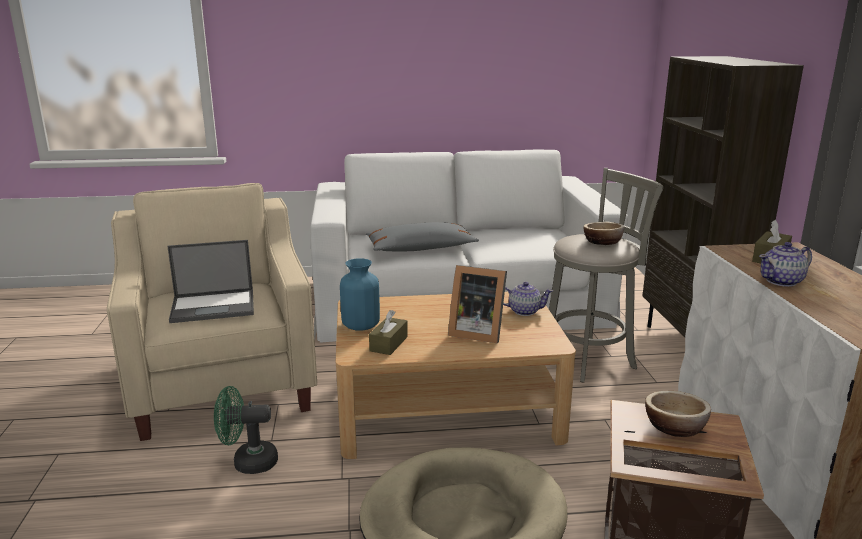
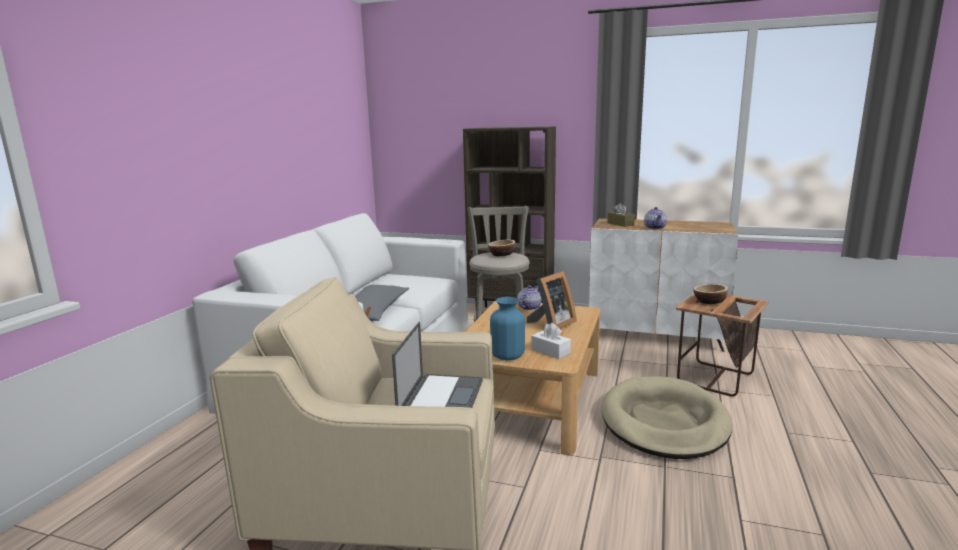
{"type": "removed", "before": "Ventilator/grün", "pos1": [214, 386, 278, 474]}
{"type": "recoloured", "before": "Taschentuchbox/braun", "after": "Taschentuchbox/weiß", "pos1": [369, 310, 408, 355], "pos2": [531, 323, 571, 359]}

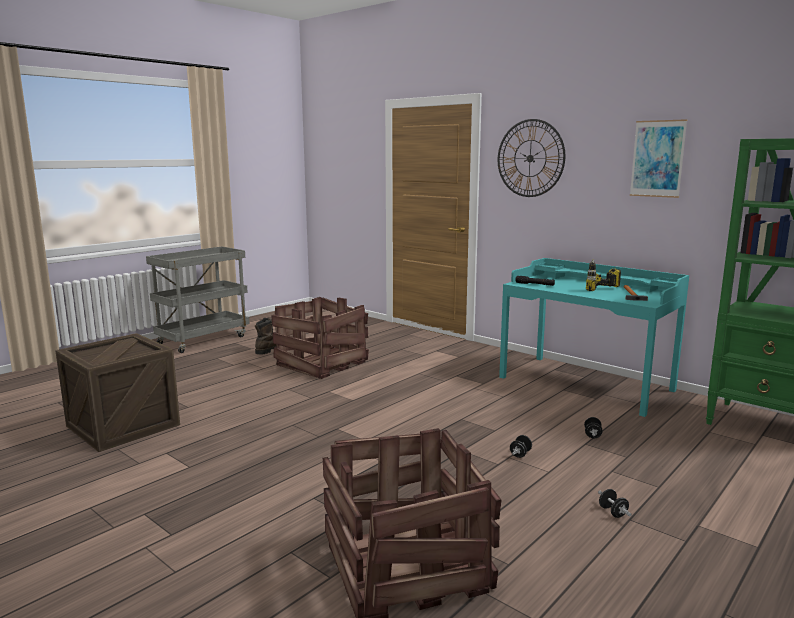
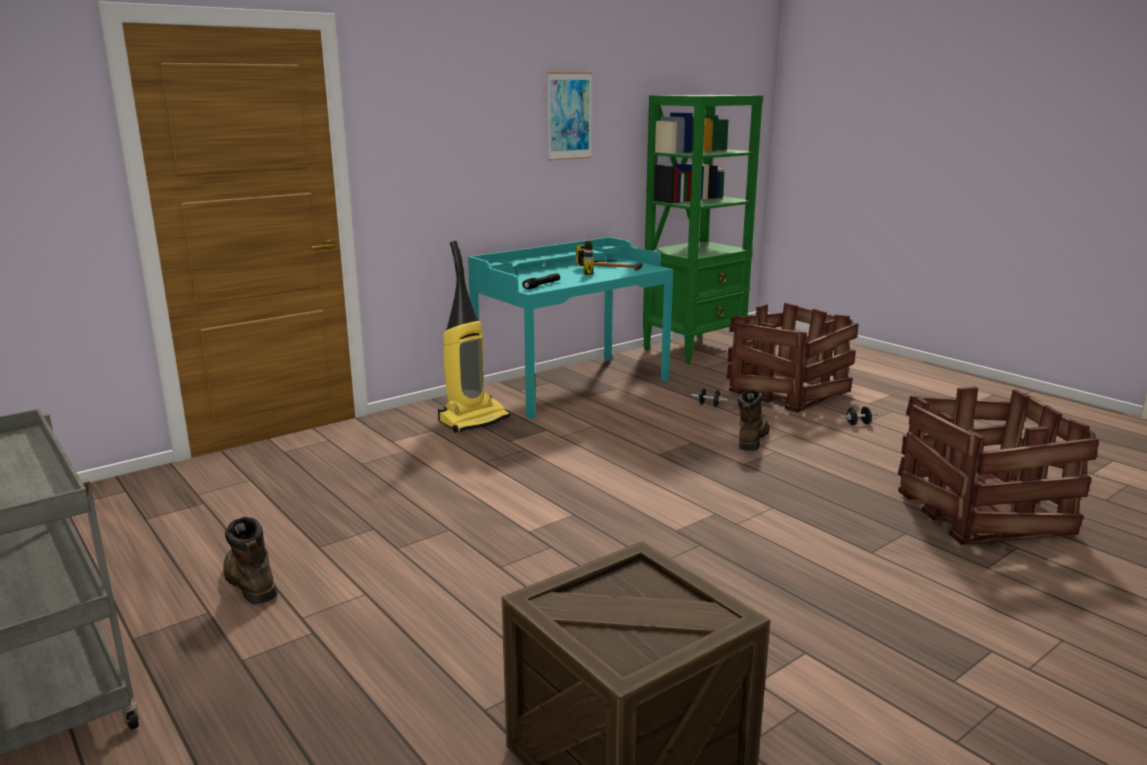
{"type": "moved", "before": "Kiste", "pos1": [271, 297, 369, 379], "pos2": [726, 303, 859, 413]}
{"type": "removed", "before": "Wanduhr", "pos1": [498, 119, 565, 197]}
{"type": "replaced", "before": "Hantel/schwarz", "after": "Stiefel/braun", "pos1": [510, 435, 532, 458], "pos2": [738, 390, 770, 451]}
{"type": "added", "after": "Staubsauger", "pos2": [438, 241, 511, 433]}

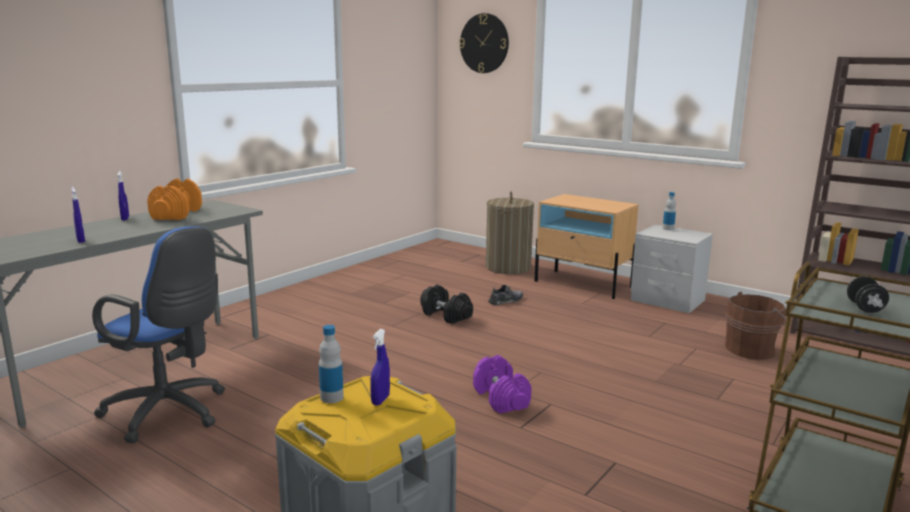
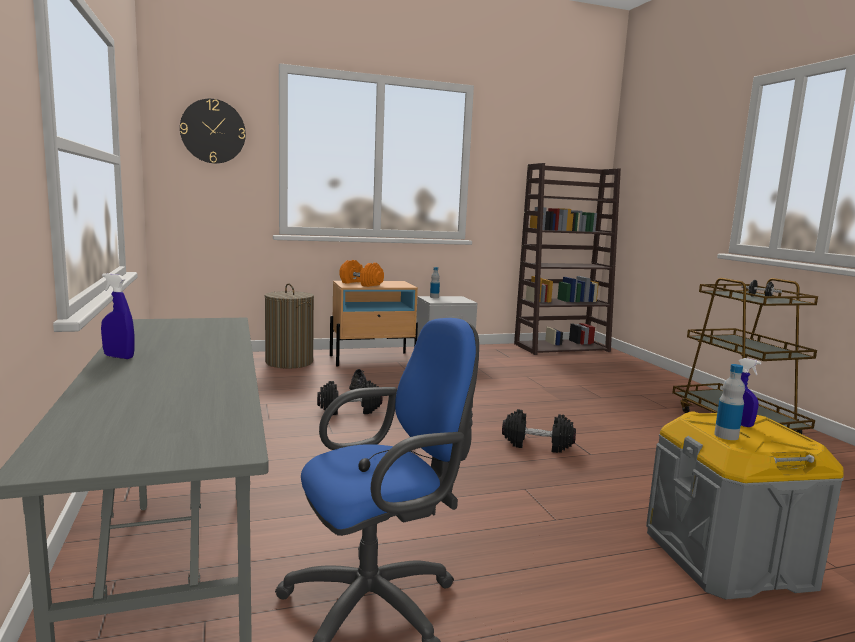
{"type": "removed", "before": "Sprühflasche/blau", "pos1": [71, 187, 85, 243]}
{"type": "moved", "before": "Hantel/orange", "pos1": [147, 178, 202, 220], "pos2": [340, 260, 384, 287]}
{"type": "recoloured", "before": "Hantel/lila", "after": "Hantel/schwarz", "pos1": [473, 355, 531, 413], "pos2": [502, 409, 576, 453]}
{"type": "removed", "before": "Eimer/braun", "pos1": [725, 292, 786, 360]}

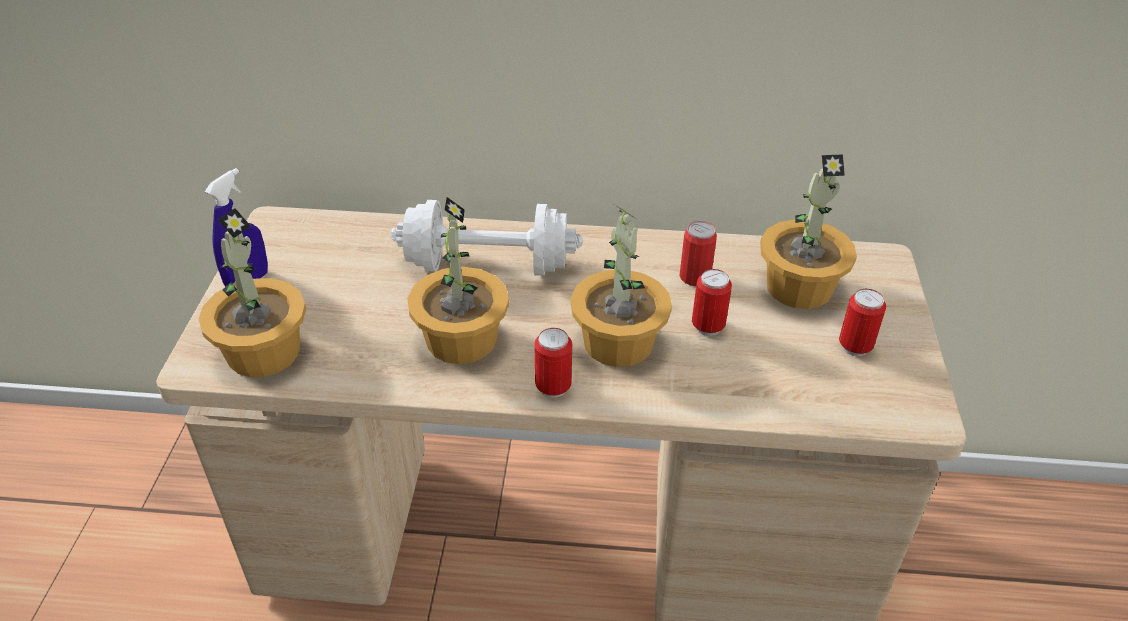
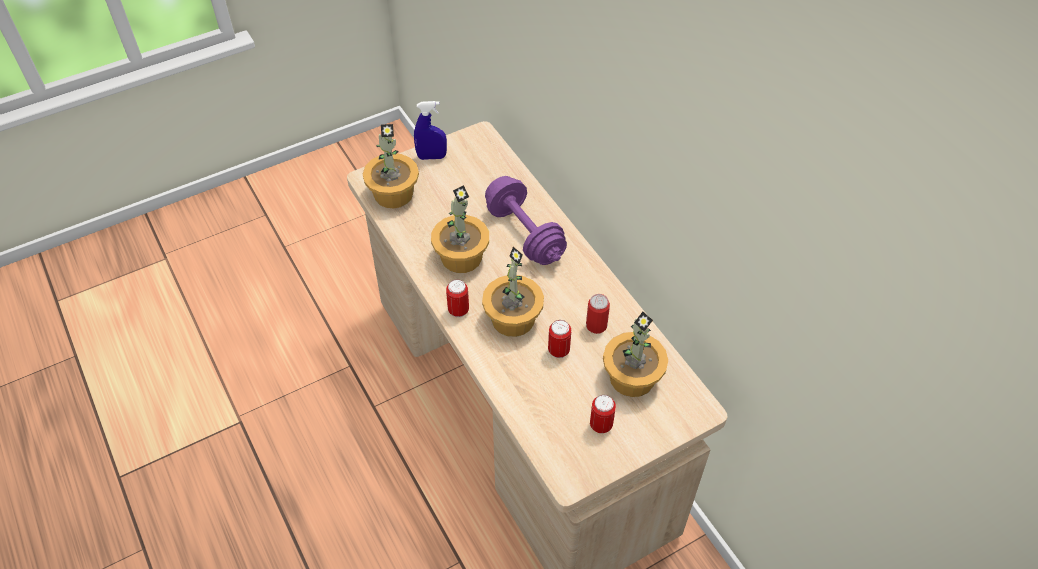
{"type": "recoloured", "before": "Hantel/weiß", "after": "Hantel/lila", "pos1": [391, 200, 583, 276], "pos2": [485, 176, 567, 265]}

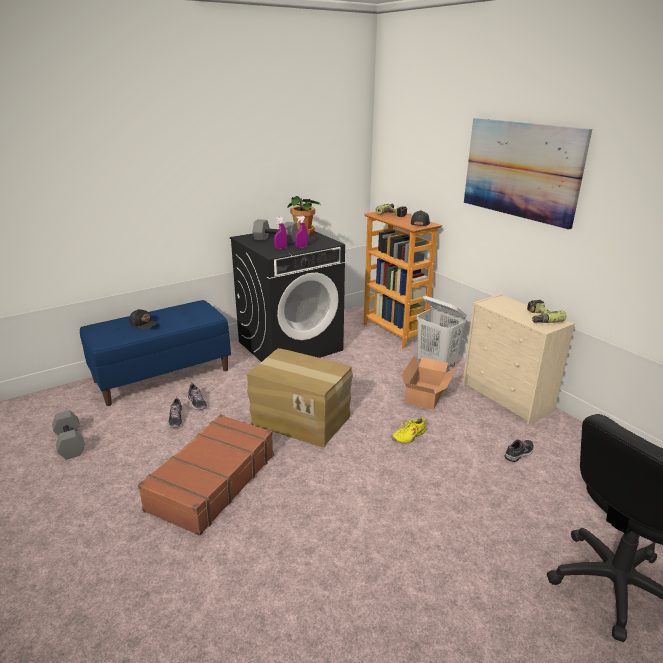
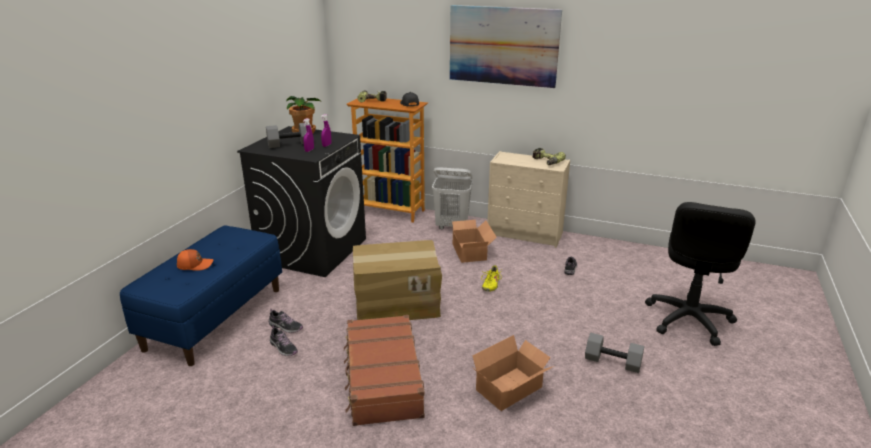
{"type": "moved", "before": "Hantel/grau", "pos1": [52, 410, 85, 459], "pos2": [585, 333, 644, 373]}
{"type": "recoloured", "before": "Kappe/schwarz", "after": "Kappe/orange", "pos1": [130, 309, 159, 330], "pos2": [177, 249, 214, 271]}
{"type": "added", "after": "Karton", "pos2": [472, 335, 554, 411]}

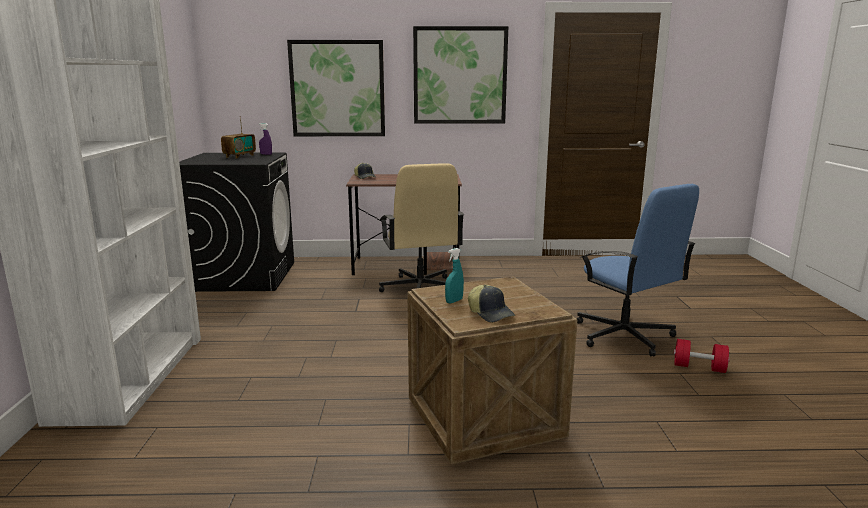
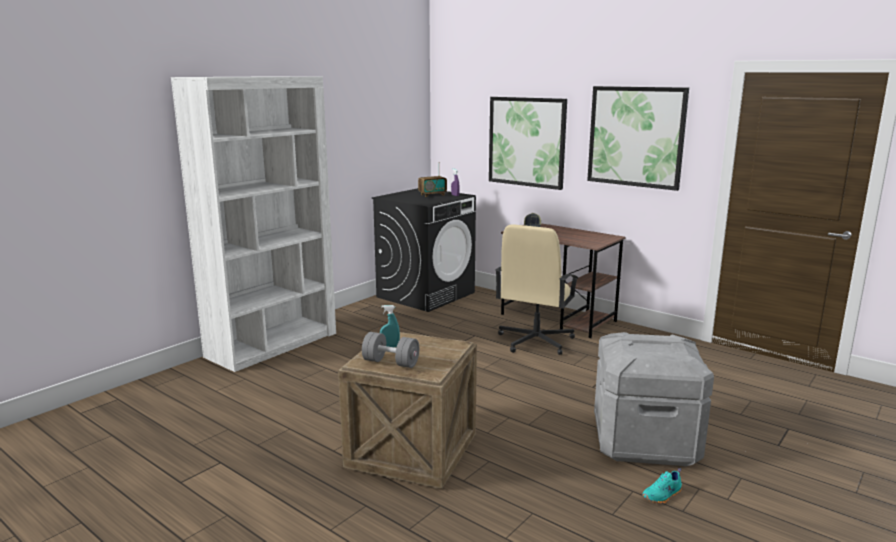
{"type": "replaced", "before": "Kappe", "after": "Hantel/grau", "pos1": [468, 285, 515, 322], "pos2": [362, 332, 419, 368]}
{"type": "replaced", "before": "Bürostuhl/blau", "after": "Aufbewahrungsbox/grau", "pos1": [576, 184, 699, 357], "pos2": [594, 332, 714, 467]}
{"type": "replaced", "before": "Hantel/rot", "after": "Schuh/türkis", "pos1": [674, 339, 730, 373], "pos2": [642, 468, 682, 504]}

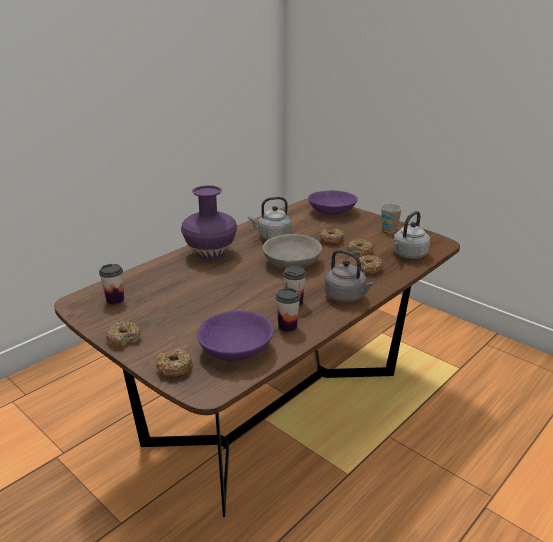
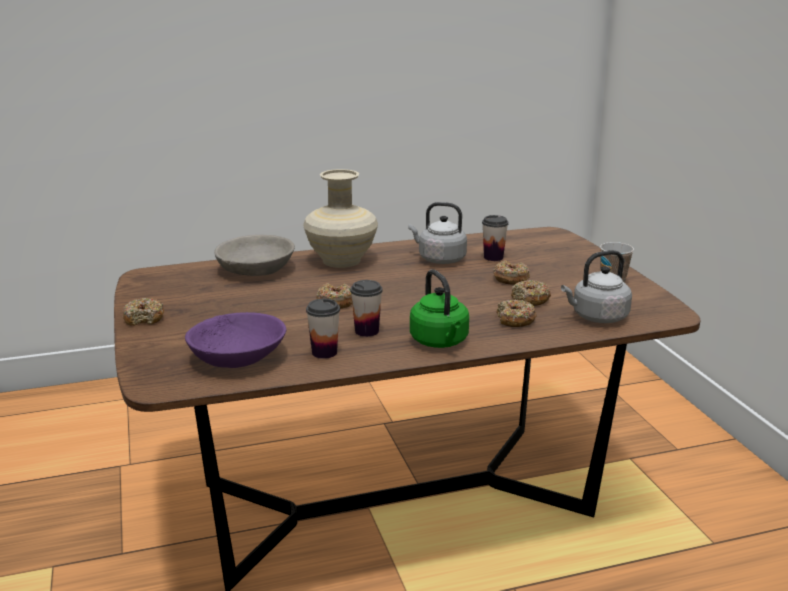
{"type": "moved", "before": "Tasse", "pos1": [99, 264, 124, 304], "pos2": [482, 215, 508, 261]}
{"type": "moved", "before": "Donut", "pos1": [156, 349, 193, 378], "pos2": [317, 283, 352, 309]}
{"type": "recoloured", "before": "Vase/lila", "after": "Vase/beige", "pos1": [181, 185, 237, 260], "pos2": [303, 169, 378, 268]}
{"type": "moved", "before": "Schüssel/grau", "pos1": [262, 234, 322, 269], "pos2": [214, 235, 295, 276]}
{"type": "removed", "before": "Schüssel/lila", "pos1": [308, 190, 358, 215]}
{"type": "recoloured", "before": "Wasserkessel/grau", "after": "Wasserkessel/grün", "pos1": [325, 250, 375, 302], "pos2": [410, 269, 469, 348]}

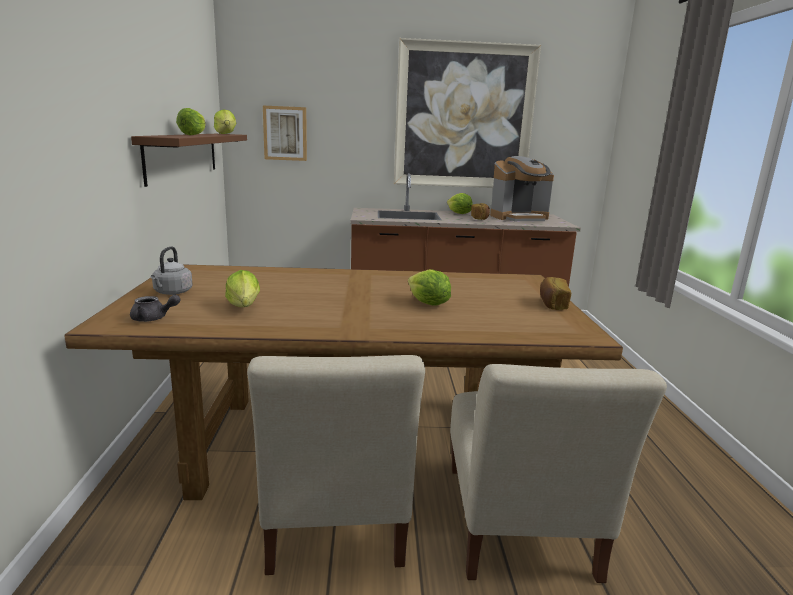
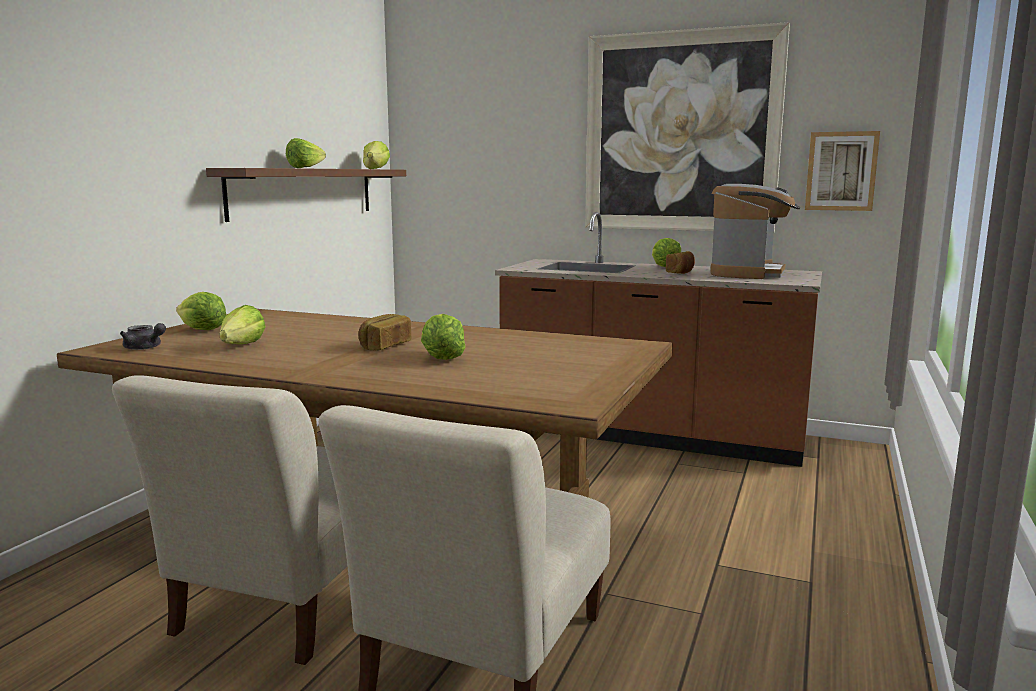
{"type": "replaced", "before": "Wasserkessel/grau", "after": "Salatkopf", "pos1": [151, 246, 192, 295], "pos2": [176, 292, 227, 330]}
{"type": "moved", "before": "Bild", "pos1": [263, 106, 307, 161], "pos2": [805, 131, 880, 211]}
{"type": "turned", "before": "Kaffeemaschine", "pos1": [490, 156, 554, 221], "pos2": [711, 184, 800, 279], "turn": -75}
{"type": "moved", "before": "Brot", "pos1": [540, 277, 571, 310], "pos2": [358, 314, 411, 350]}

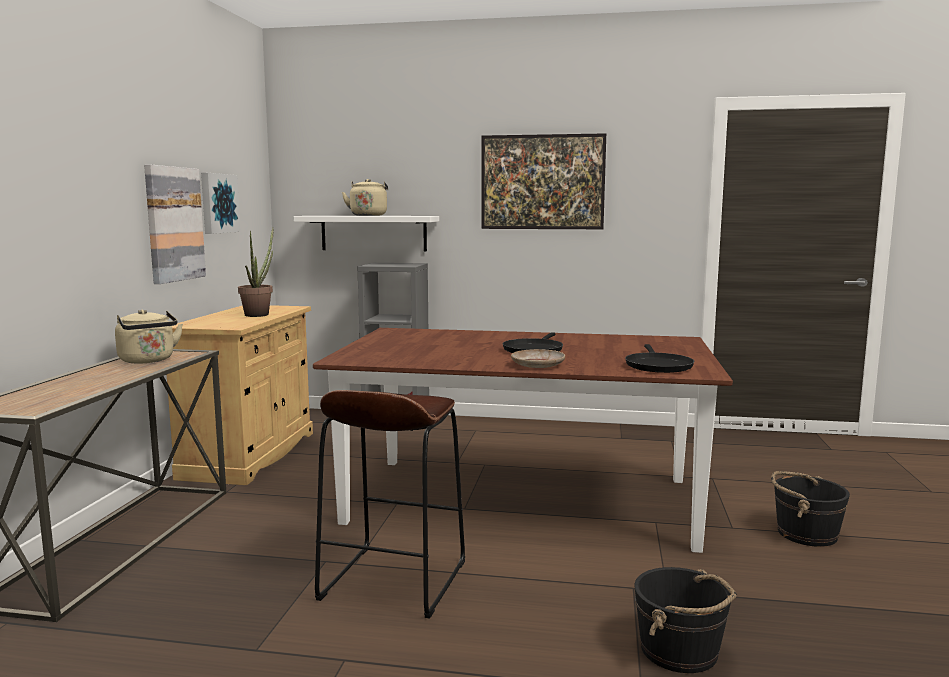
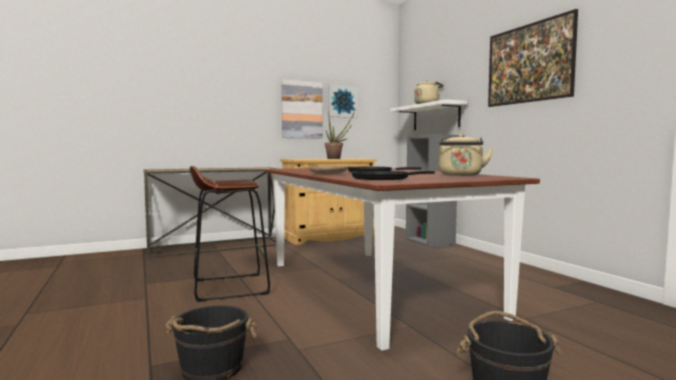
{"type": "moved", "before": "Wasserkessel/beige", "pos1": [115, 309, 183, 363], "pos2": [439, 134, 493, 176]}

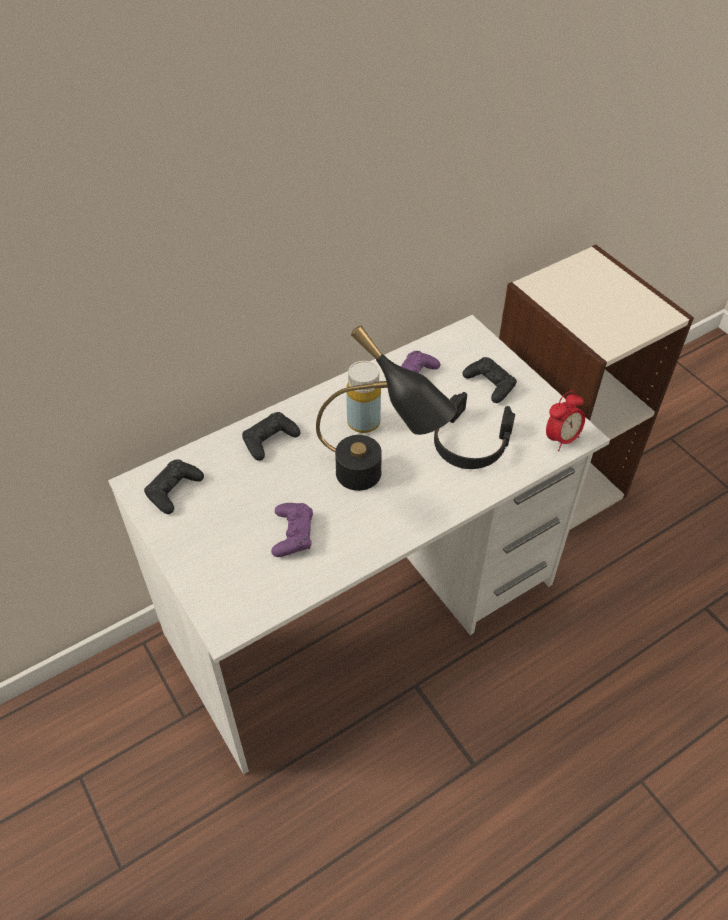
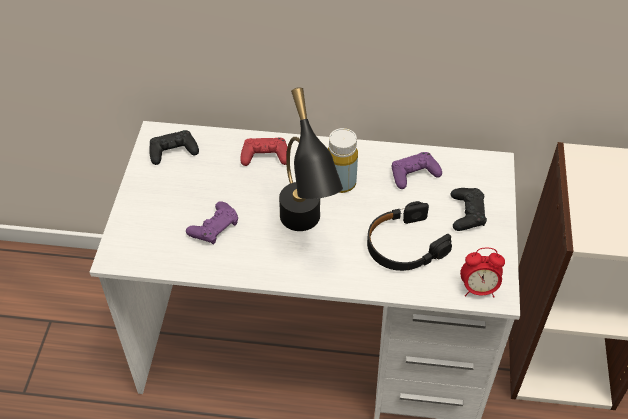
{"type": "recoloured", "before": "Gamepad/schwarz", "after": "Gamepad/rot", "pos1": [242, 412, 300, 461], "pos2": [240, 138, 287, 166]}

